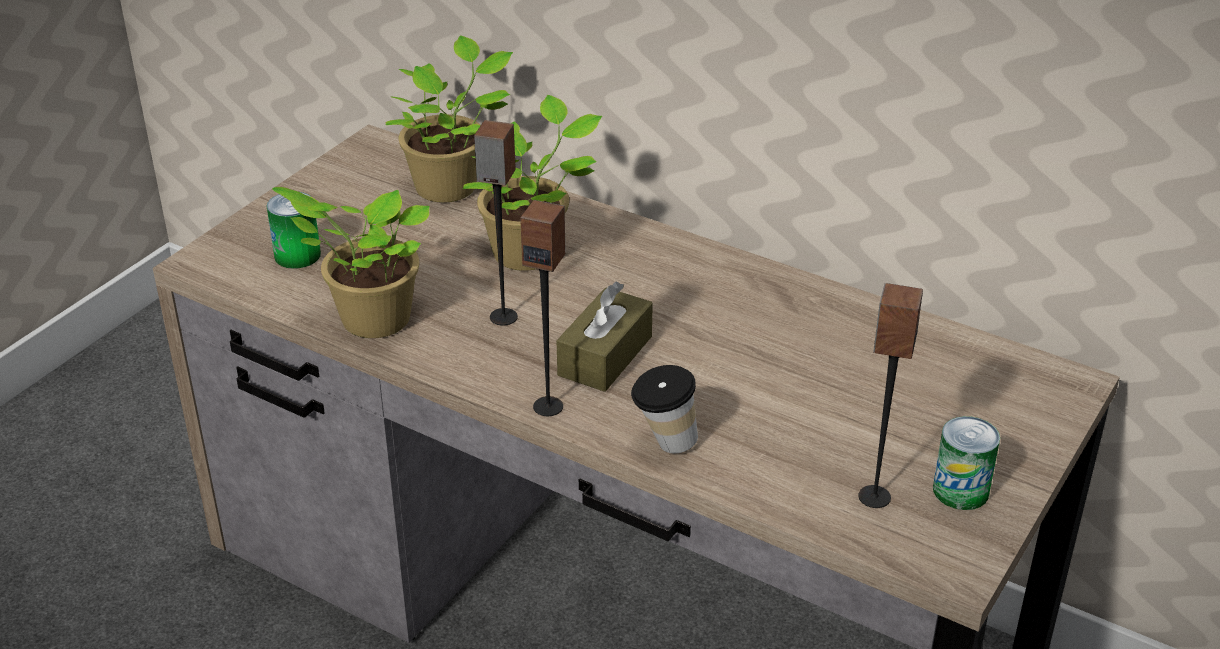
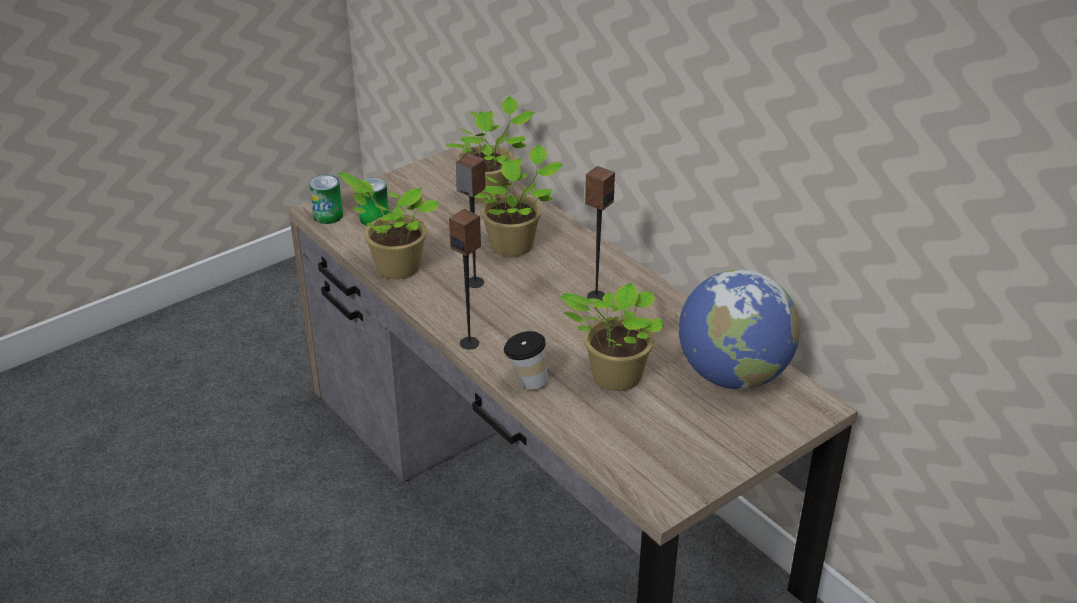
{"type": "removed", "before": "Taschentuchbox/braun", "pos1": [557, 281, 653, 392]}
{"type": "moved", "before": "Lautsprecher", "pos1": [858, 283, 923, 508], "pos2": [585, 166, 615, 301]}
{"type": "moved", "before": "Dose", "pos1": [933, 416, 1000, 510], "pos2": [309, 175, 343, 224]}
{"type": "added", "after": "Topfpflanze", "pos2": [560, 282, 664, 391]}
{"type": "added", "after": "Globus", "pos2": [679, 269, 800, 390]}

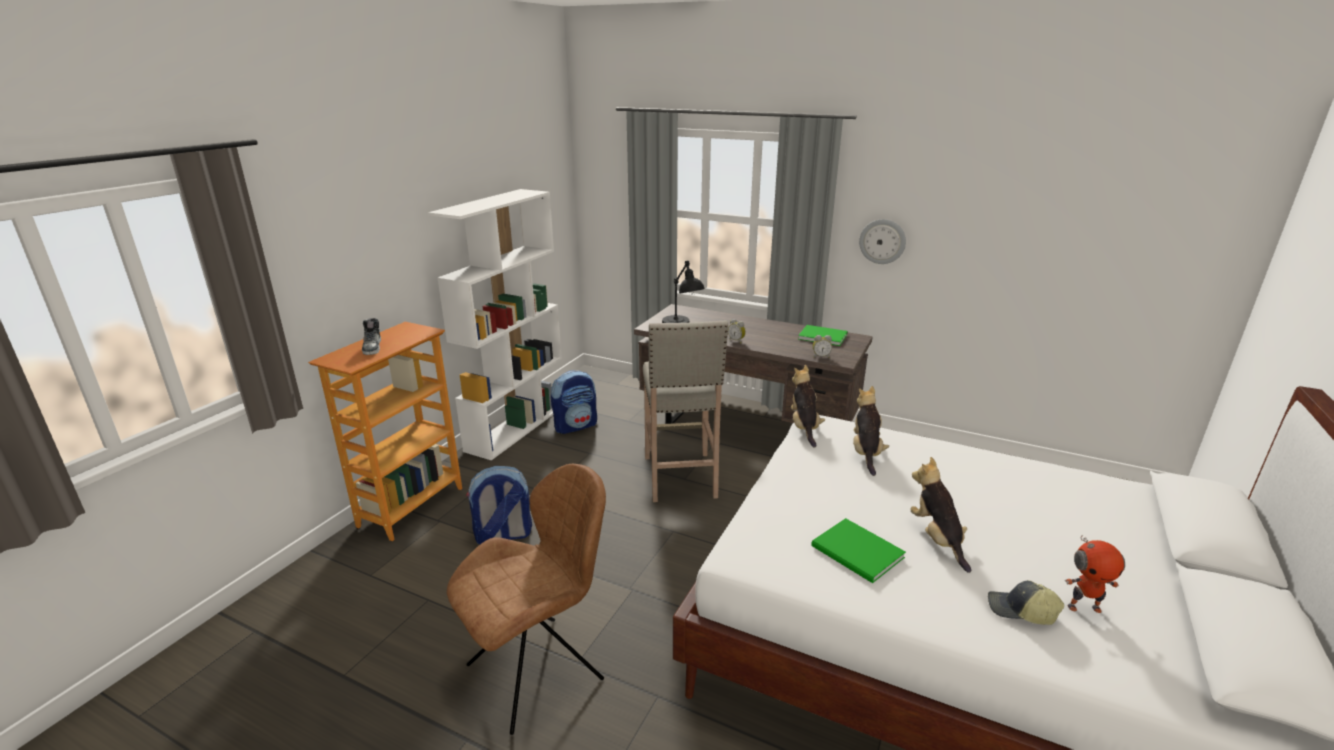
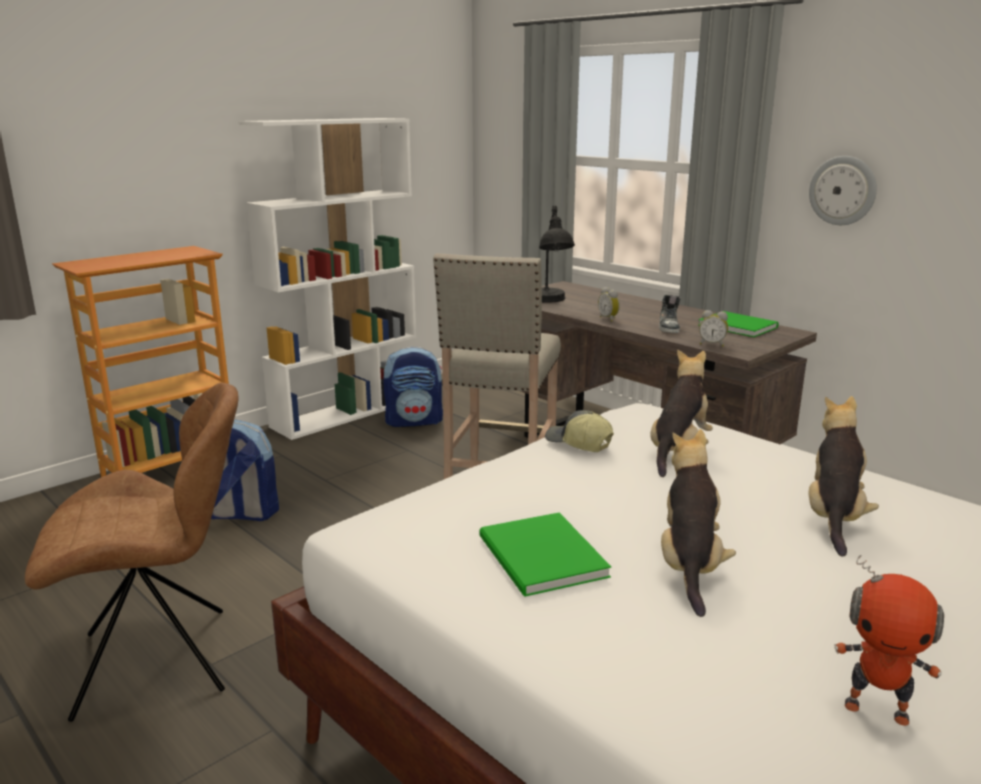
{"type": "moved", "before": "Schuh", "pos1": [362, 318, 381, 355], "pos2": [659, 294, 681, 333]}
{"type": "moved", "before": "Plüschtier", "pos1": [791, 365, 825, 448], "pos2": [808, 396, 879, 557]}
{"type": "moved", "before": "Kappe", "pos1": [988, 580, 1064, 625], "pos2": [545, 410, 614, 452]}

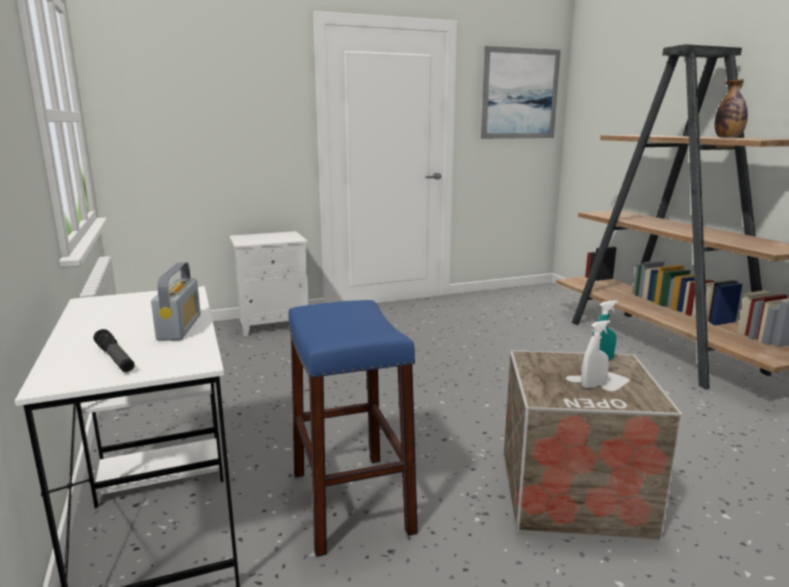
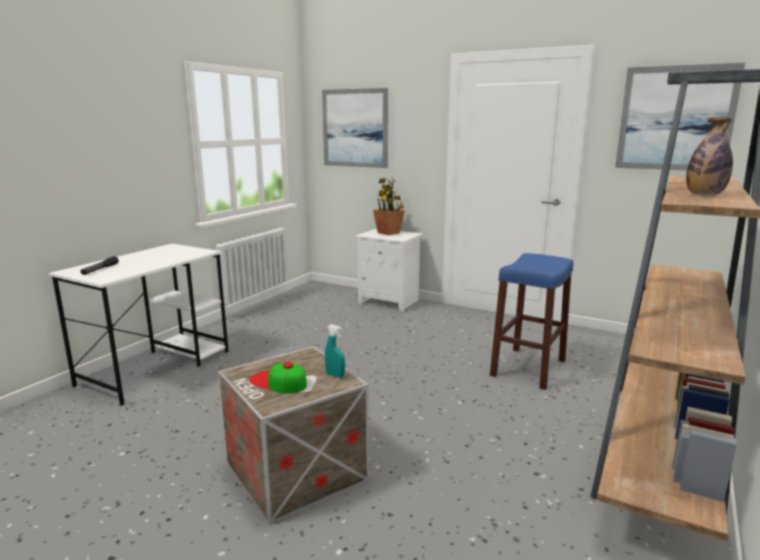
{"type": "removed", "before": "Radio", "pos1": [151, 262, 201, 341]}
{"type": "moved", "before": "Hocker/blau", "pos1": [288, 300, 418, 557], "pos2": [490, 253, 573, 390]}
{"type": "replaced", "before": "Sprühflasche/weiß", "after": "Kappe", "pos1": [581, 320, 611, 388], "pos2": [249, 362, 307, 394]}
{"type": "added", "after": "Bild", "pos2": [322, 88, 388, 168]}
{"type": "added", "after": "Topfpflanze", "pos2": [373, 178, 405, 235]}

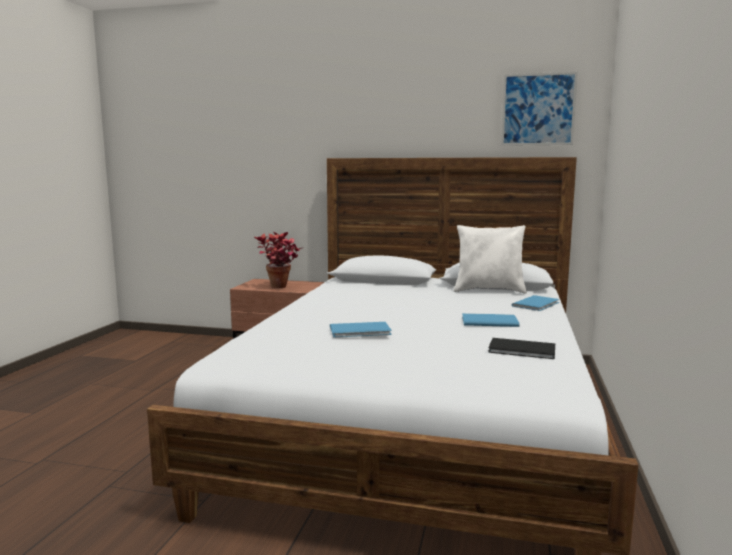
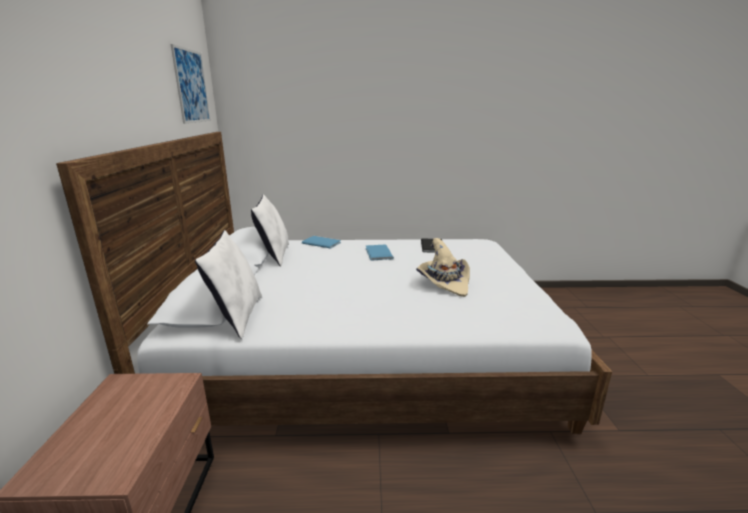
{"type": "removed", "before": "Topfpflanze", "pos1": [254, 232, 302, 288]}
{"type": "replaced", "before": "Buch/blau", "after": "Hut/beige", "pos1": [330, 322, 392, 338], "pos2": [416, 238, 470, 297]}
{"type": "added", "after": "Kissen/weiß", "pos2": [195, 230, 262, 339]}

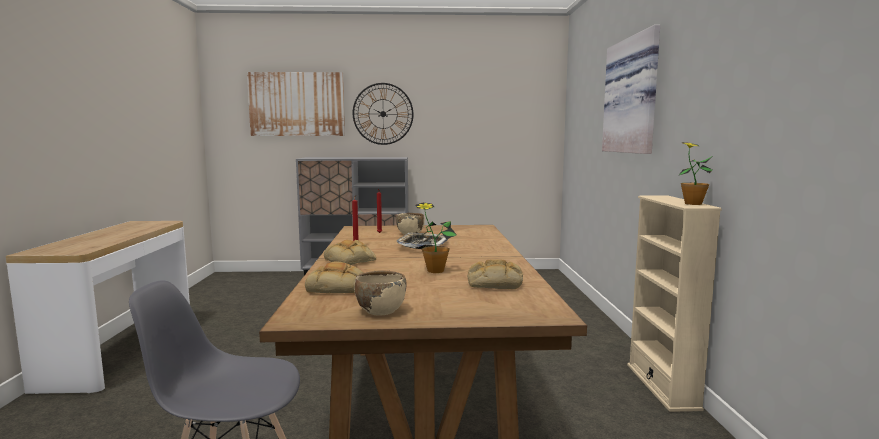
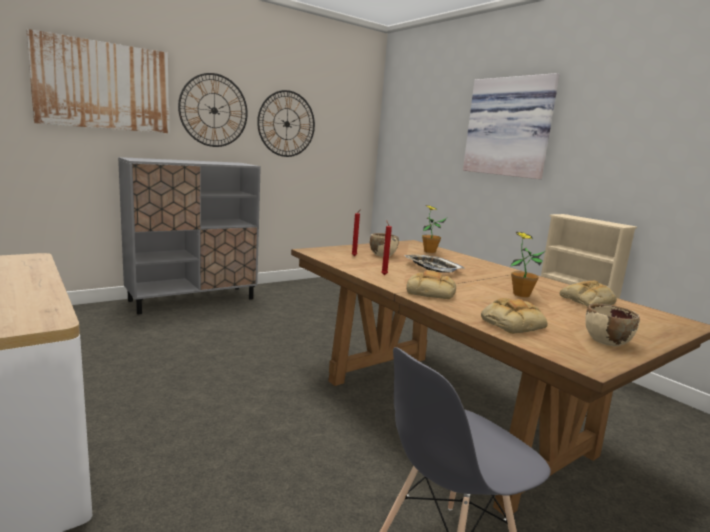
{"type": "moved", "before": "Topfpflanze", "pos1": [679, 142, 713, 205], "pos2": [422, 205, 447, 253]}
{"type": "added", "after": "Wanduhr", "pos2": [257, 90, 315, 157]}

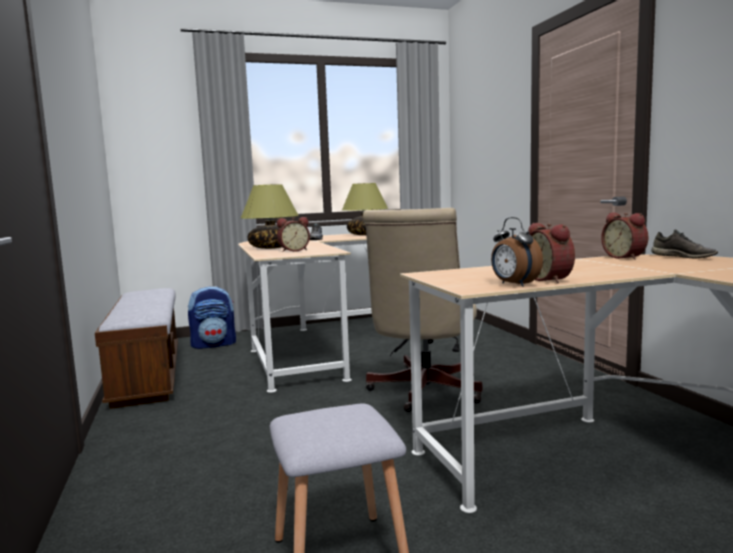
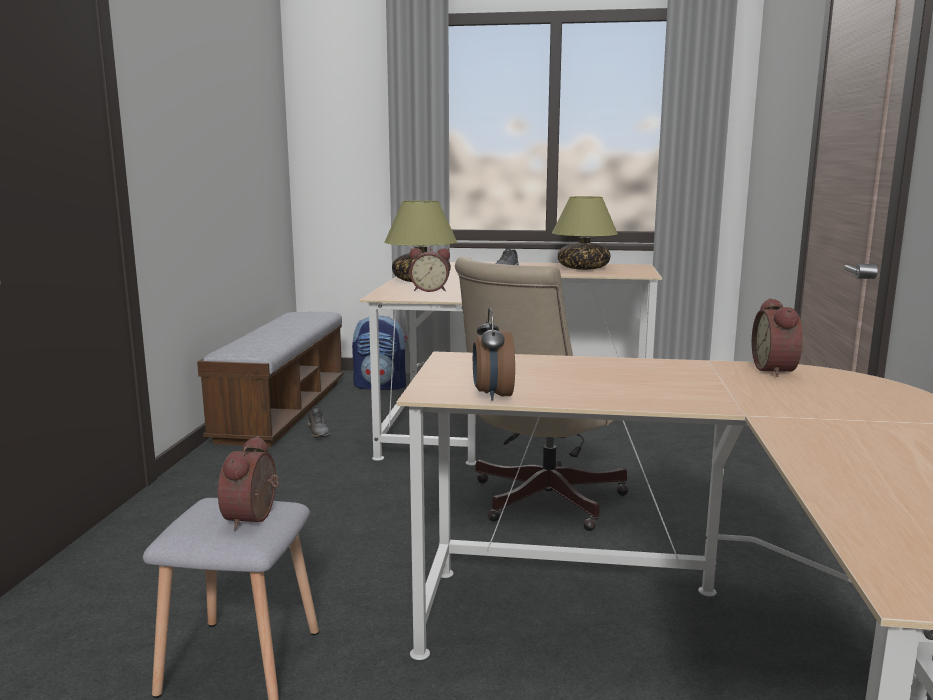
{"type": "moved", "before": "Wecker", "pos1": [528, 223, 575, 283], "pos2": [218, 436, 279, 530]}
{"type": "moved", "before": "Schuh/grau", "pos1": [651, 229, 718, 259], "pos2": [308, 406, 330, 437]}

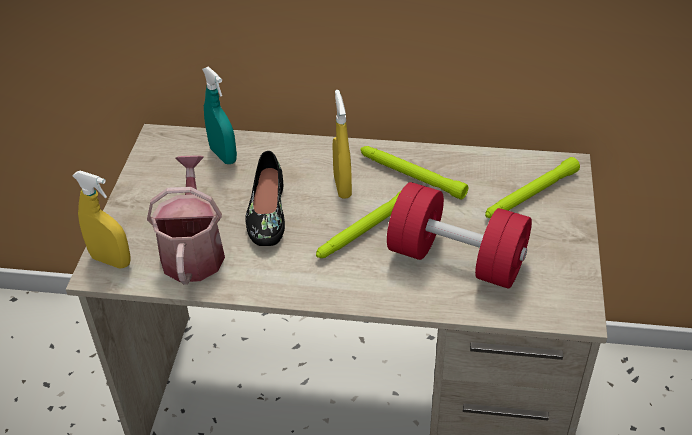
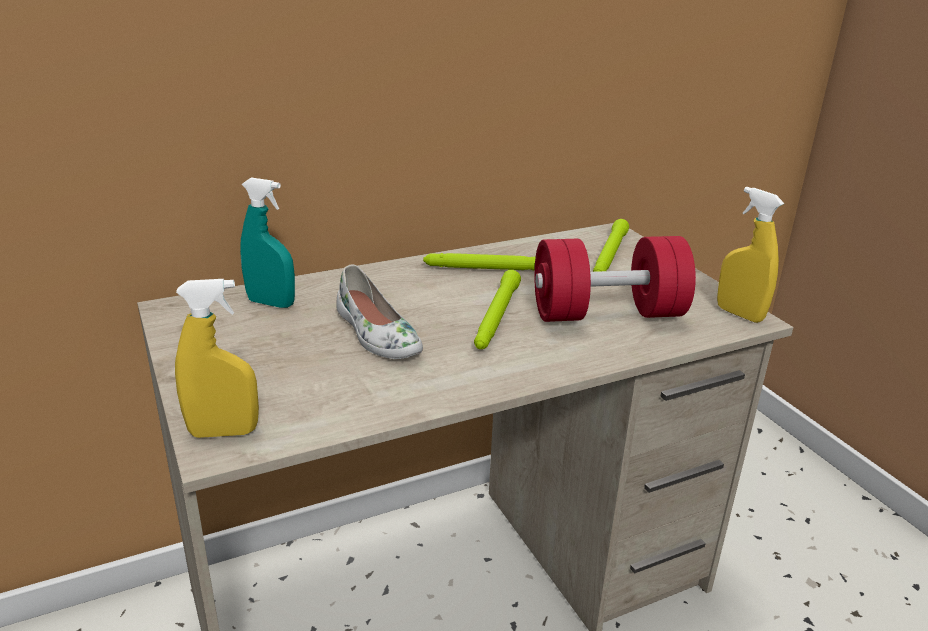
{"type": "removed", "before": "Gießkanne", "pos1": [147, 155, 225, 285]}
{"type": "recoloured", "before": "Schuh/schwarz", "after": "Schuh/weiß", "pos1": [245, 151, 285, 246], "pos2": [337, 265, 423, 359]}
{"type": "moved", "before": "Sprühflasche/gelb", "pos1": [333, 90, 352, 199], "pos2": [717, 187, 784, 323]}

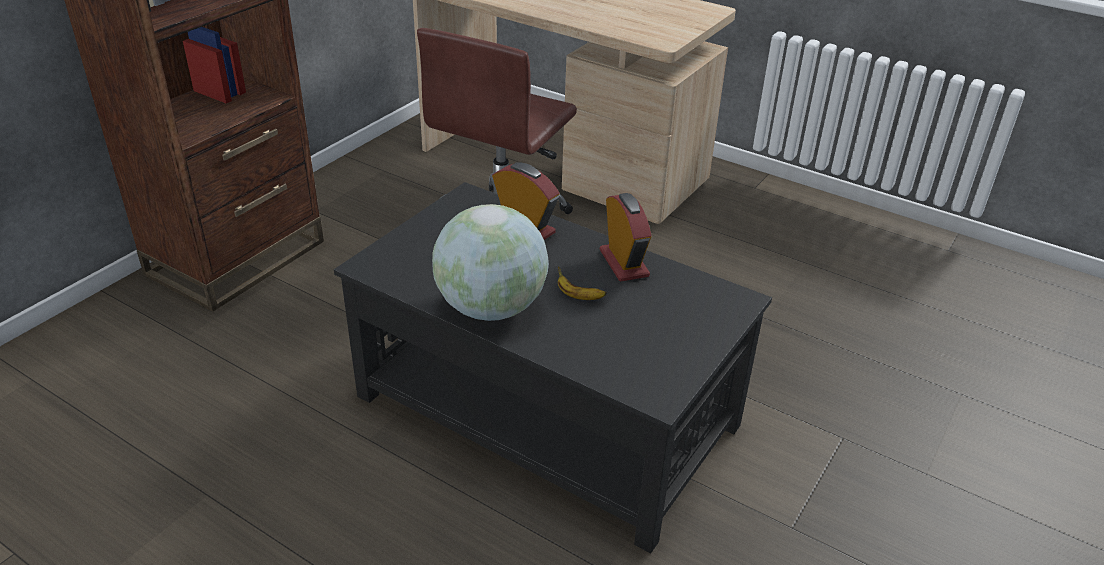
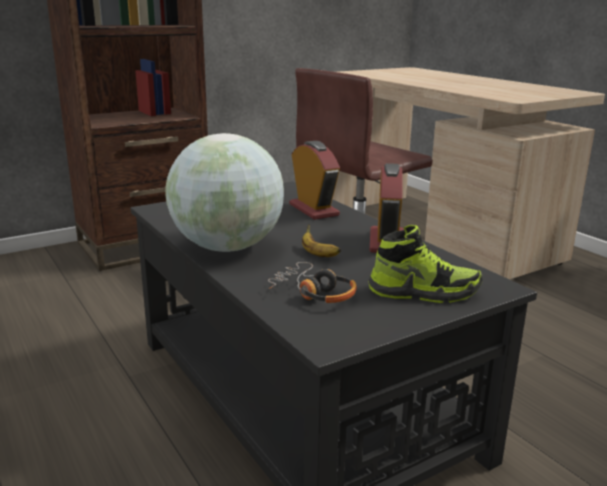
{"type": "added", "after": "Kopfhörer", "pos2": [268, 262, 357, 303]}
{"type": "added", "after": "Schuh", "pos2": [368, 225, 483, 303]}

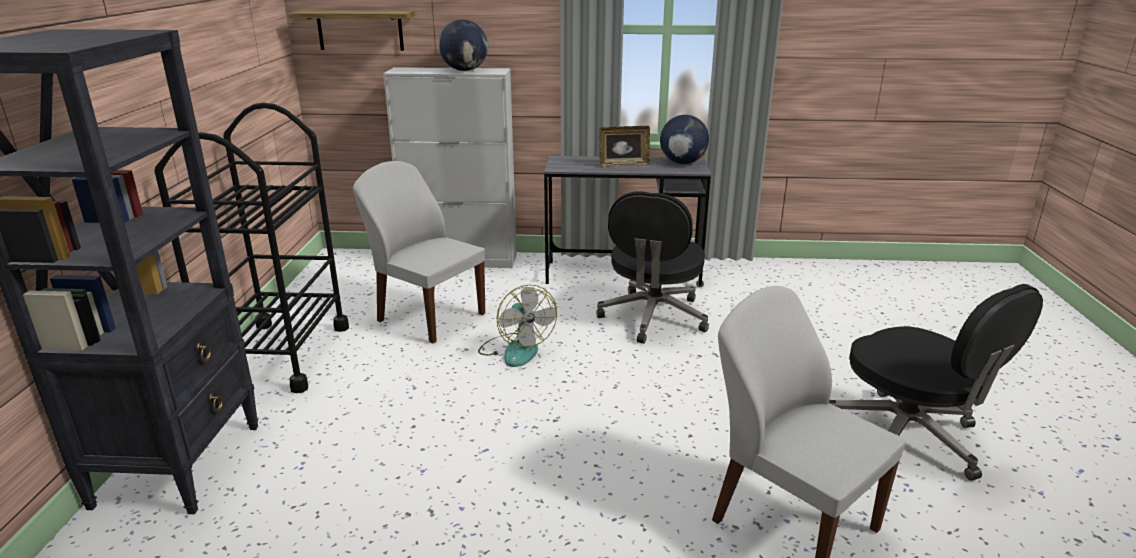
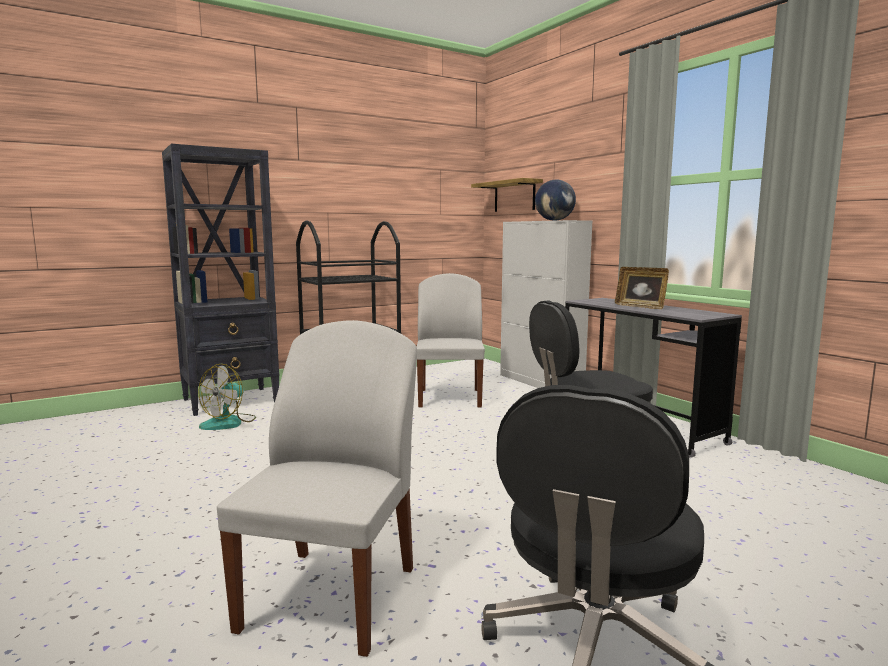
{"type": "moved", "before": "Ventilator", "pos1": [478, 285, 557, 367], "pos2": [198, 364, 256, 430]}
{"type": "removed", "before": "Globus", "pos1": [660, 115, 709, 164]}

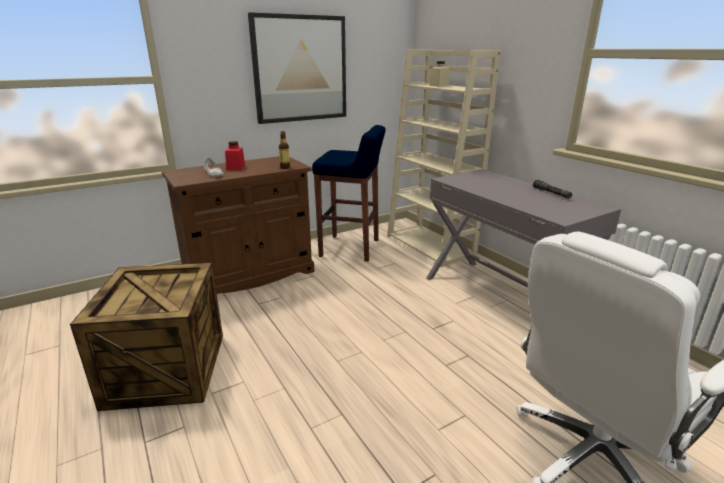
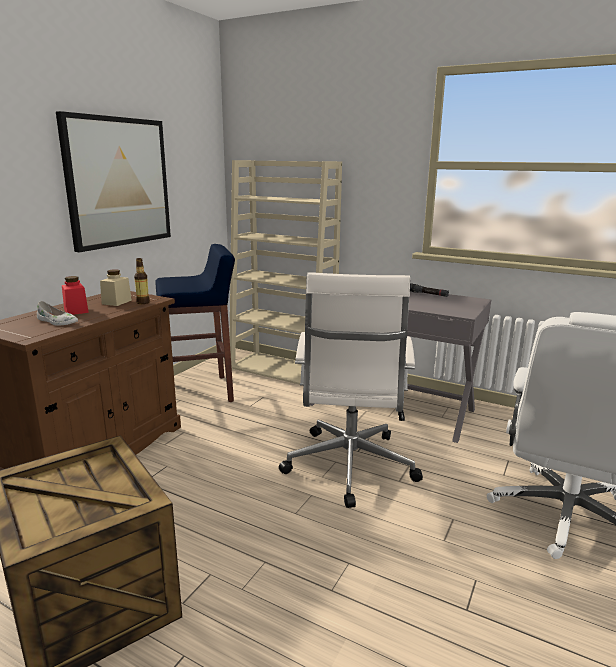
{"type": "moved", "before": "Vorratsglas/beige", "pos1": [429, 61, 450, 87], "pos2": [100, 269, 132, 306]}
{"type": "added", "after": "Bürostuhl/weiß", "pos2": [279, 273, 423, 508]}

